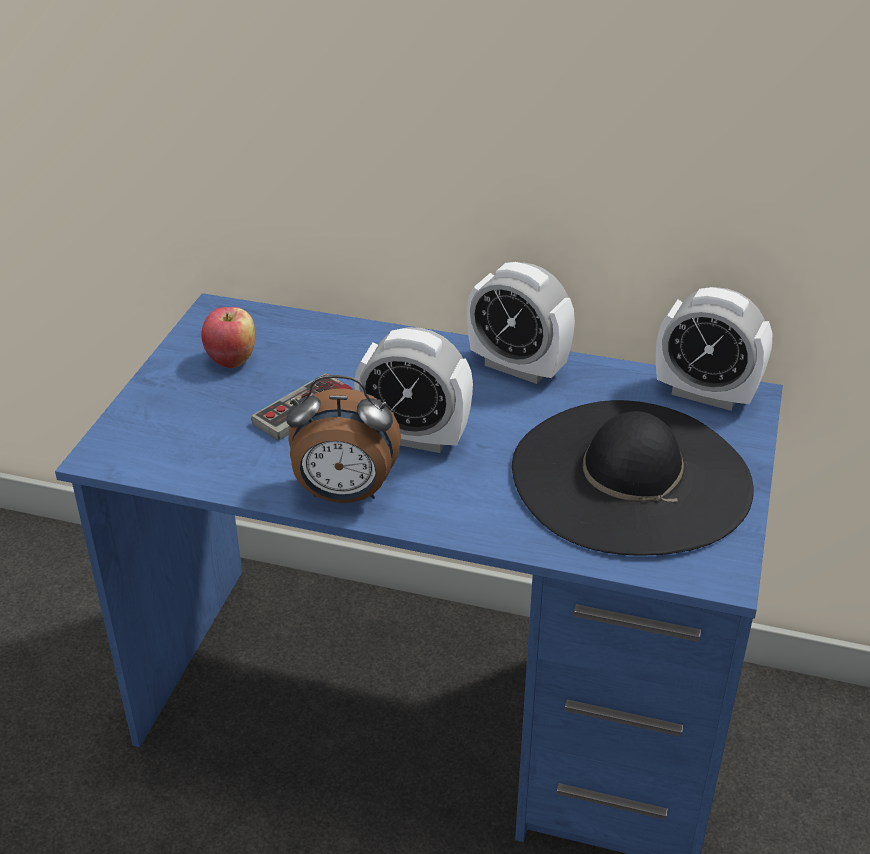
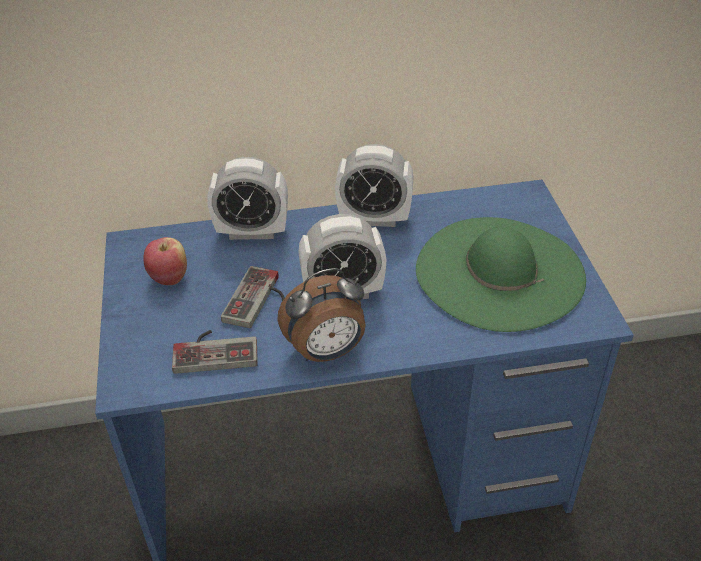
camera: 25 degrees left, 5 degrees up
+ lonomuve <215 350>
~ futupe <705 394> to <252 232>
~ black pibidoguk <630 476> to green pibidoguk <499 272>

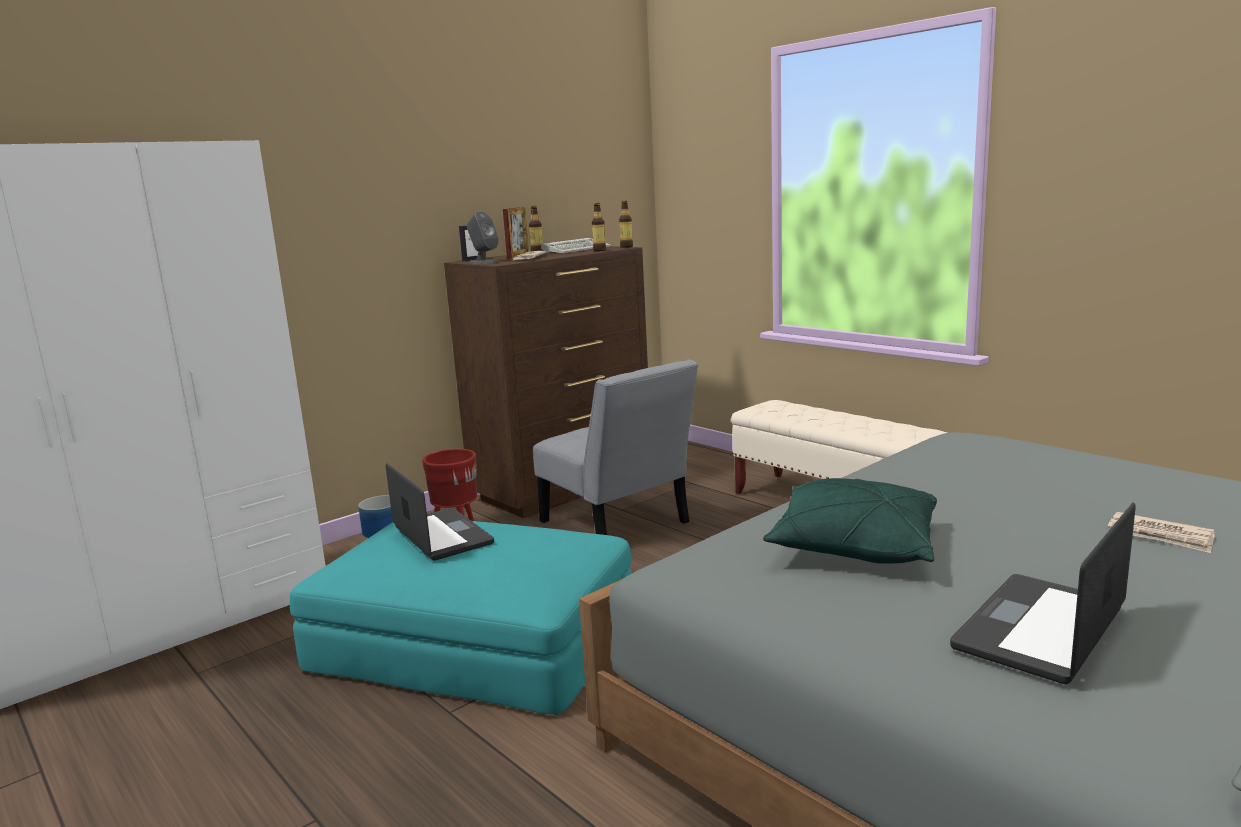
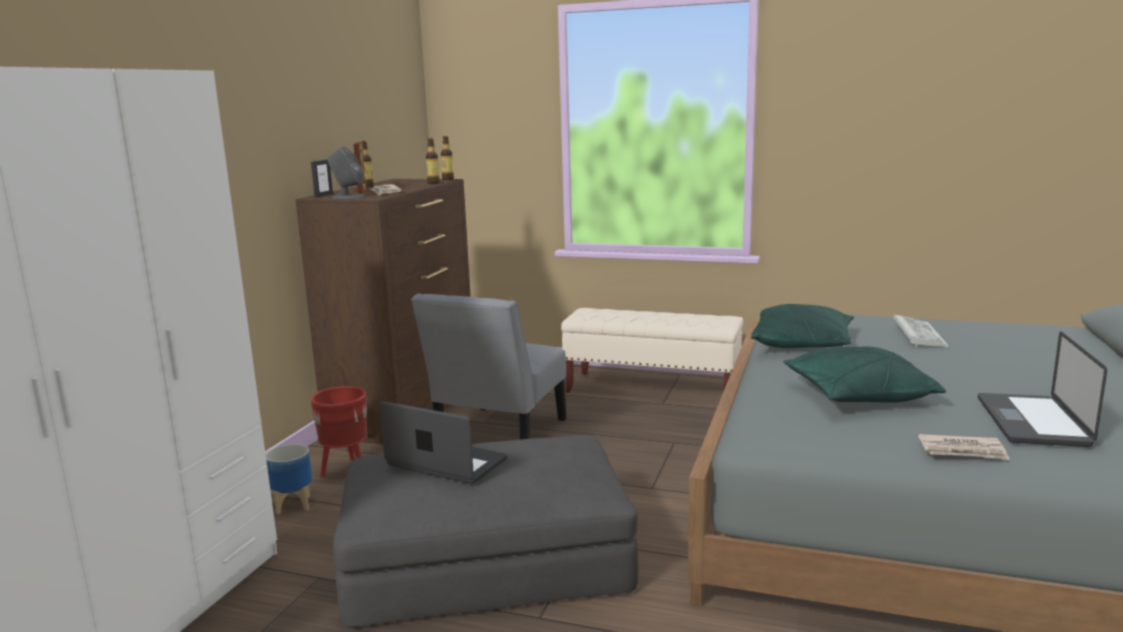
camera: 30 degrees left, 0 degrees up
~ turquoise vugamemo <473 641> to grey vugamemo <486 557>
~ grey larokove <618 525> = <497 435> 90 degrees clockwise
+ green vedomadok <802 344>
~ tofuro <576 249> to <917 334>
~ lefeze <1160 536> to <963 450>

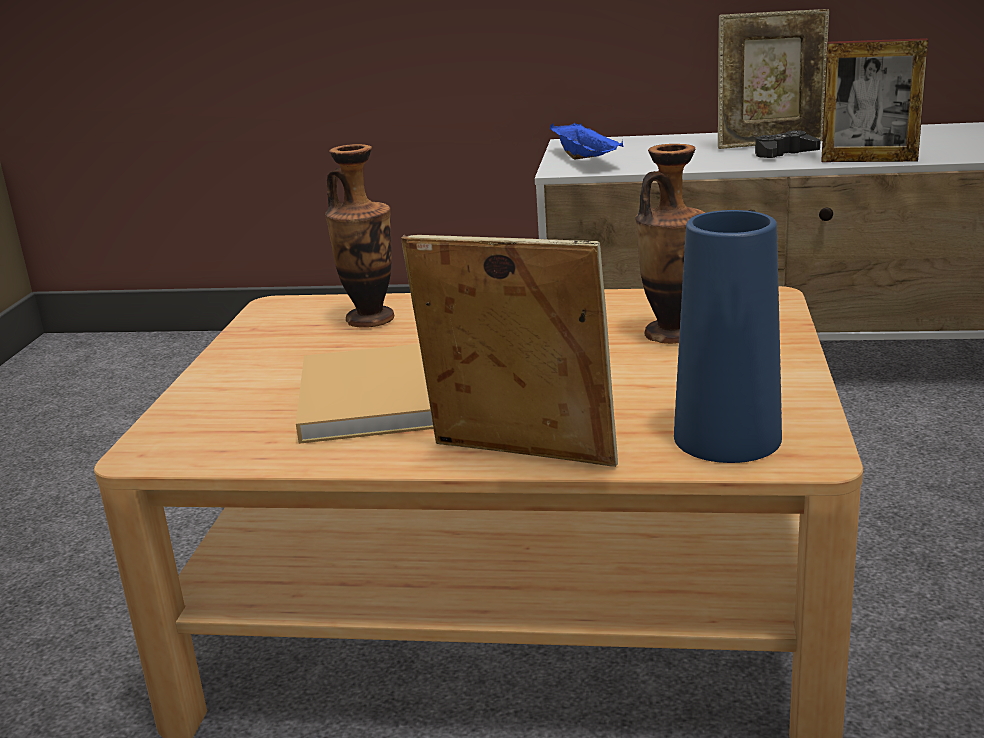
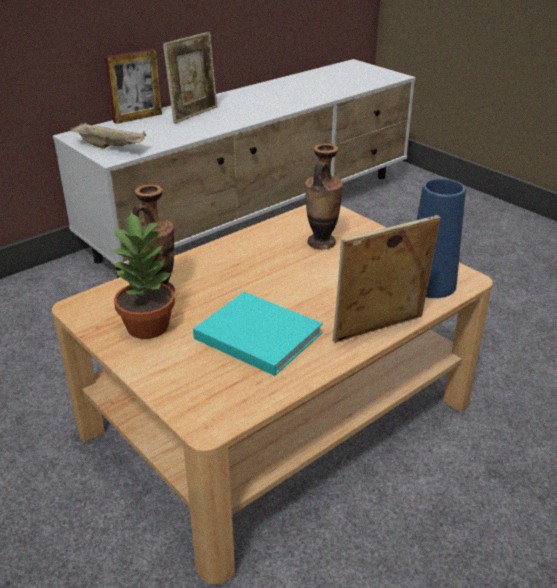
camera: 50 degrees left, 10 degrees up
~ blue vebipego <586 160> to beige vebipego <111 147>
~ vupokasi <869 160> to <137 118>
+ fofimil <149 326>
~ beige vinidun <371 396> to turquoise vinidun <255 334>
- black lonomuve <784 154>

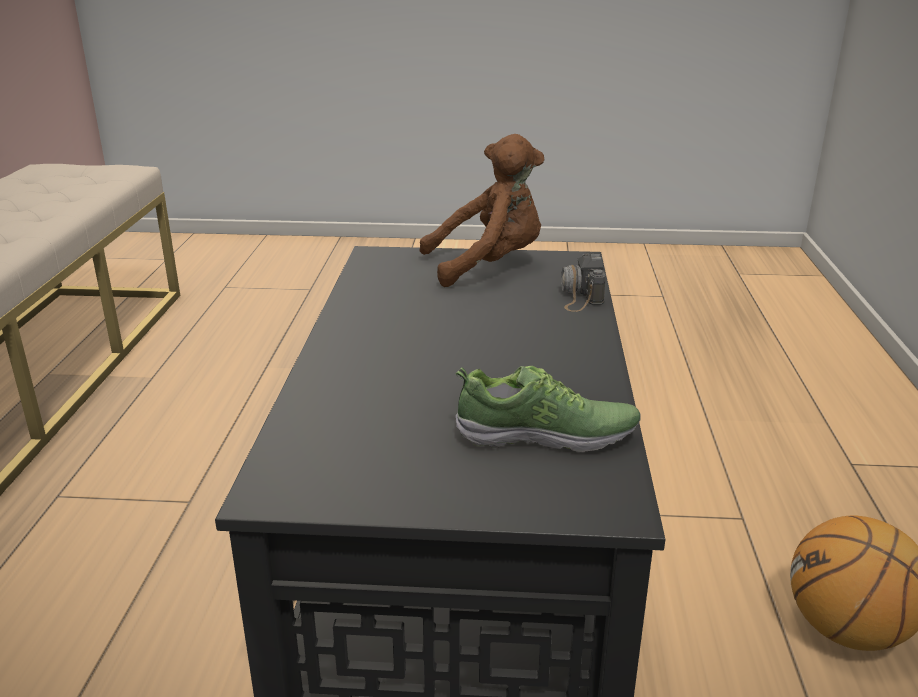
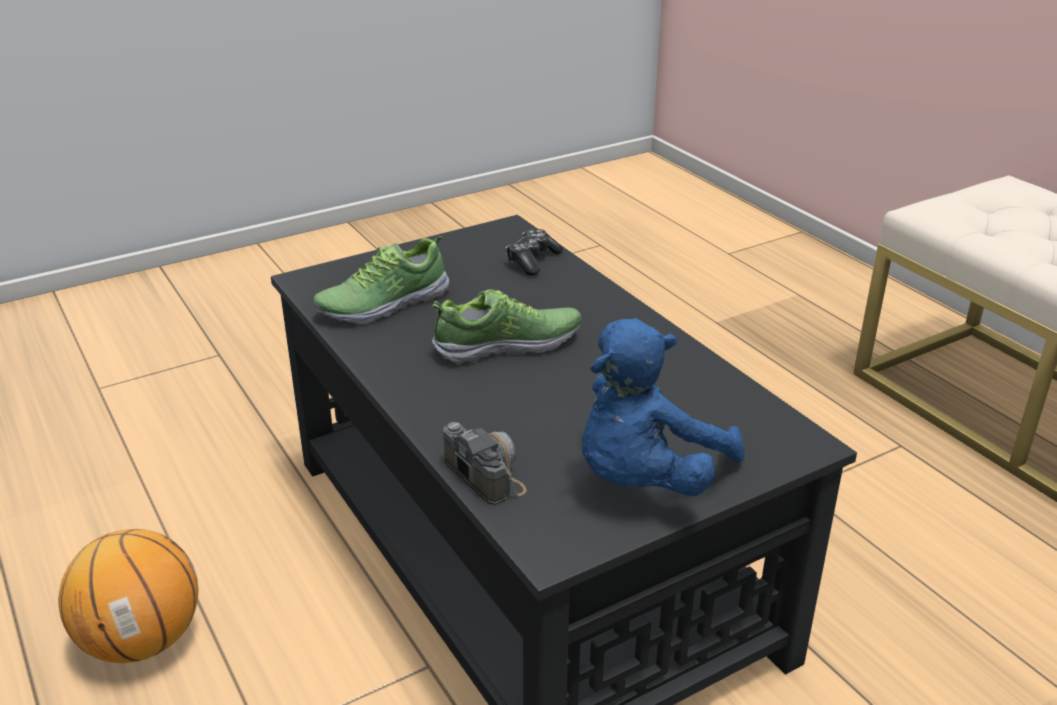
camera: 145 degrees right, 5 degrees up
+ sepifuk <508 345>
+ lonomuve <532 260>
~ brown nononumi <488 266> to blue nononumi <645 479>

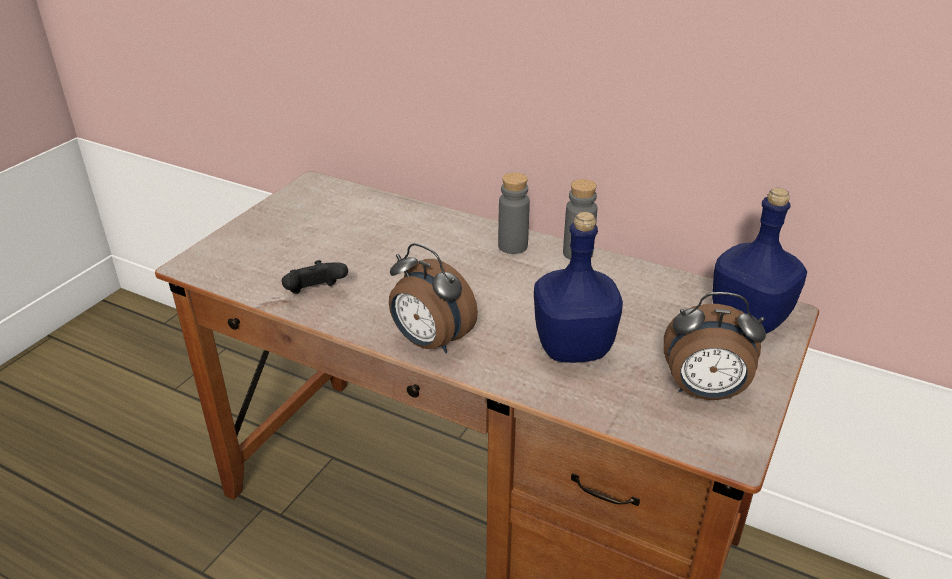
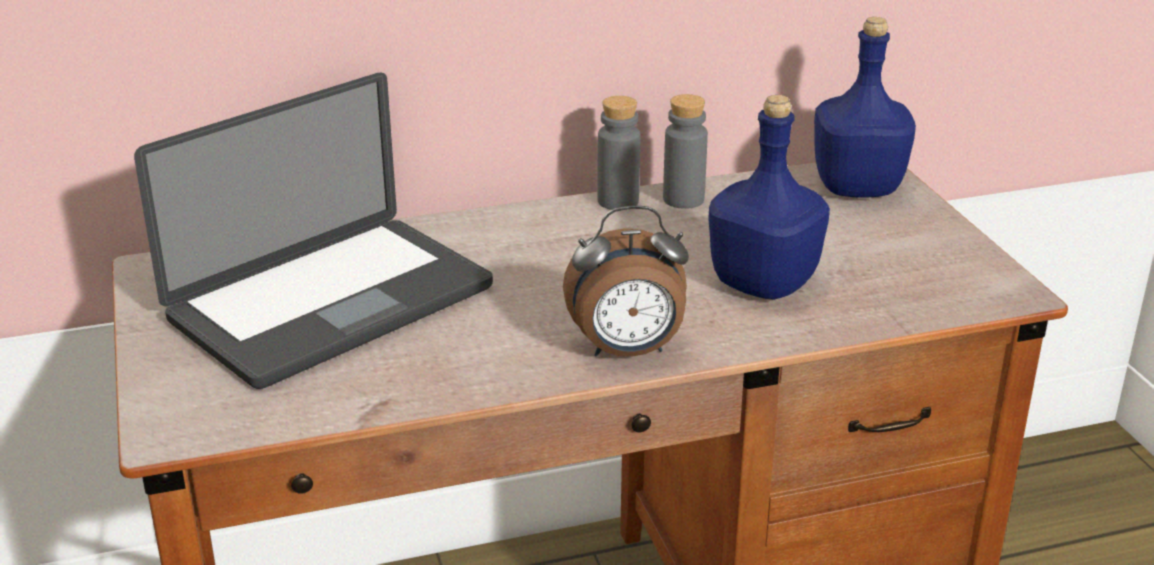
camera: 45 degrees left, 5 degrees down
+ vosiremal <332 304>
~ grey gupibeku <512 246> to <683 199>
- black lonomuve <315 294>
- futupe <704 392>

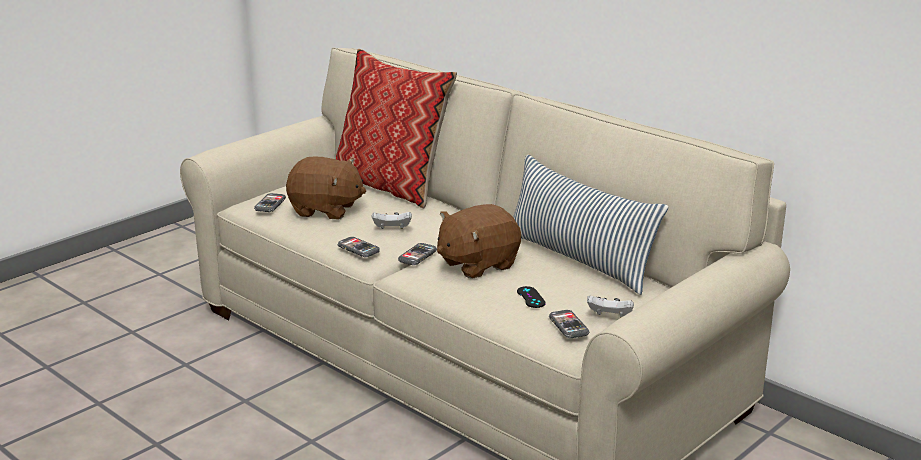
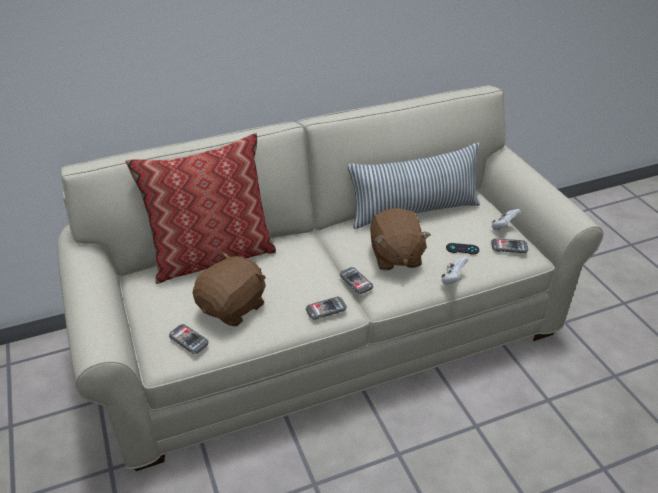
camera: 65 degrees left, 15 degrees up
~ white lonomuve <392 229> to <453 278>

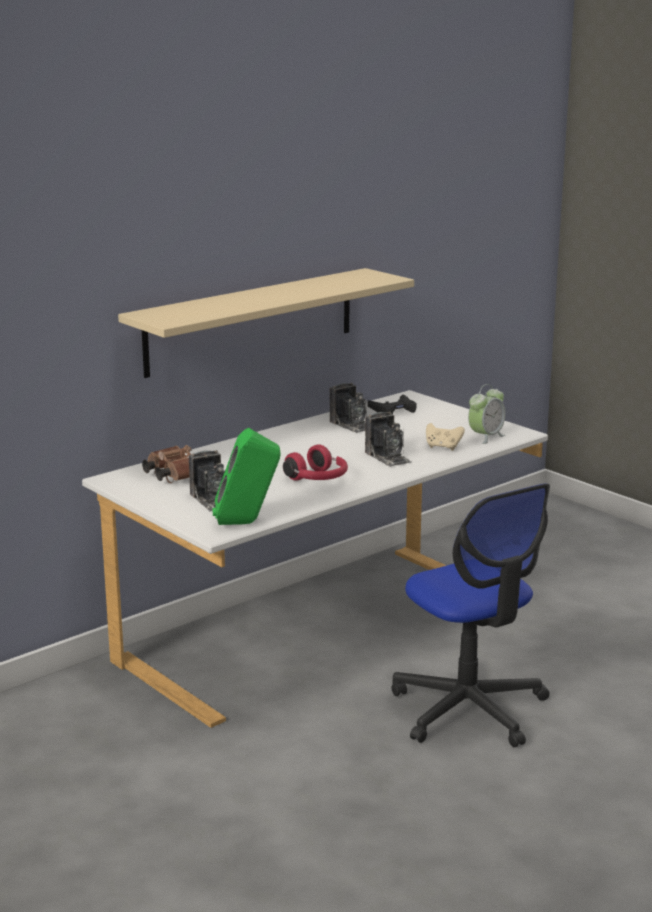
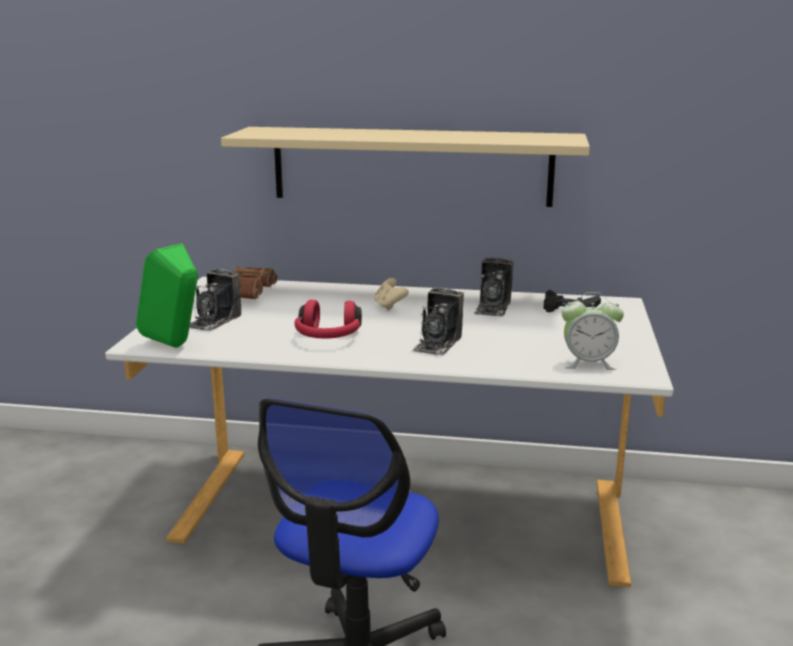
camera: 50 degrees right, 0 degrees up
~ beige lonomuve <443 447> to <389 306>

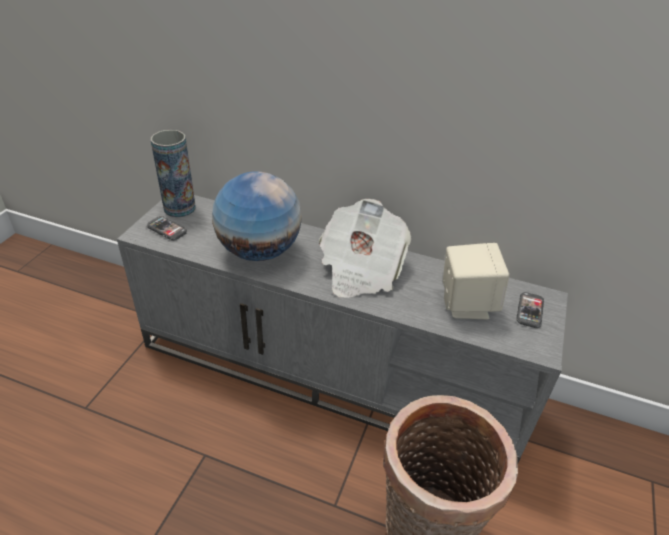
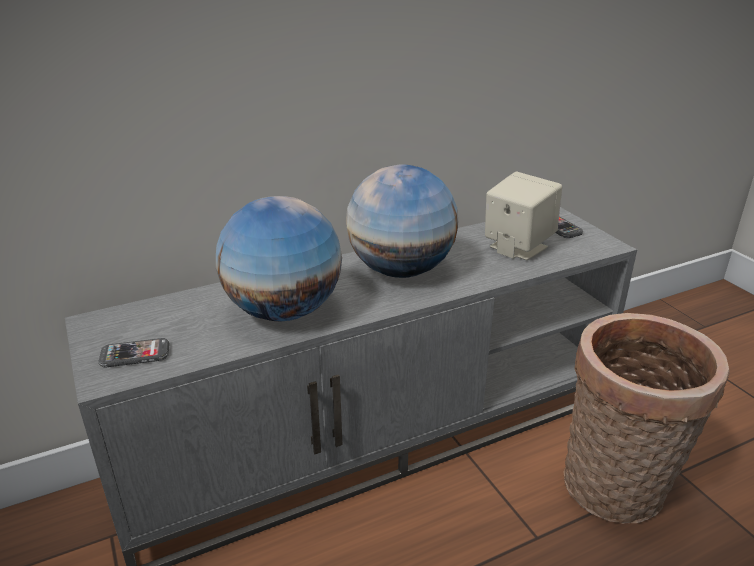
camera: 45 degrees left, 10 degrees down
~ lefeze <360 269> to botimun <401 270>
- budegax <179 208>

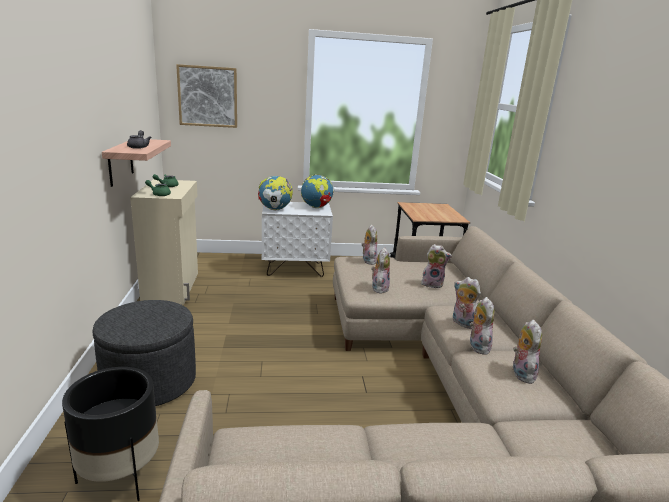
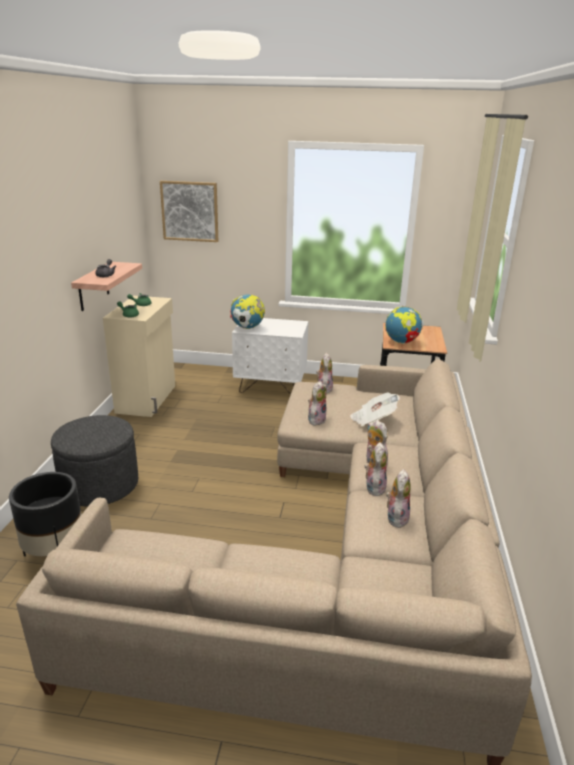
camera: 15 degrees right, 5 degrees up
~ nononumi <432 284> to lefeze <373 419>
~ botimun <316 207> to <402 342>

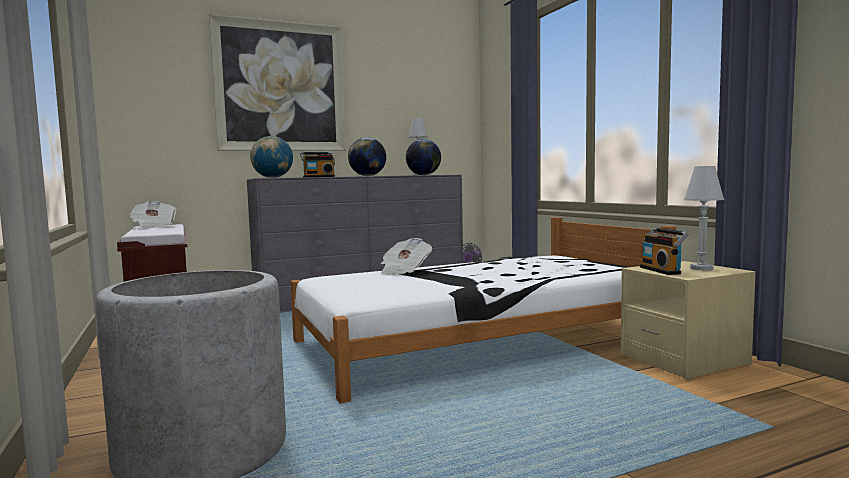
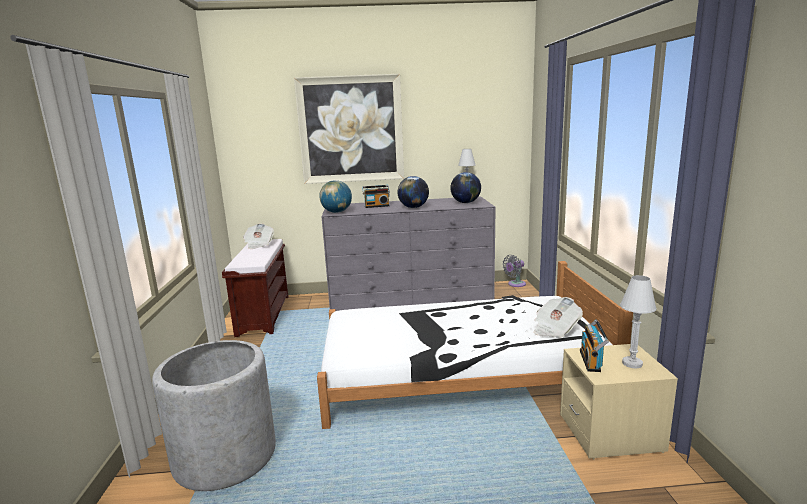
camera: 20 degrees right, 10 degrees up
~ lefeze <404 271> to <555 329>

